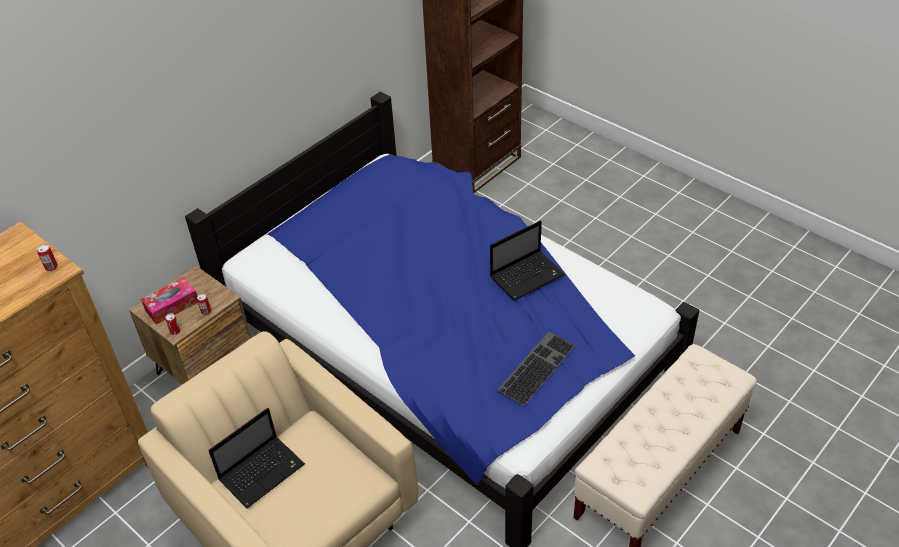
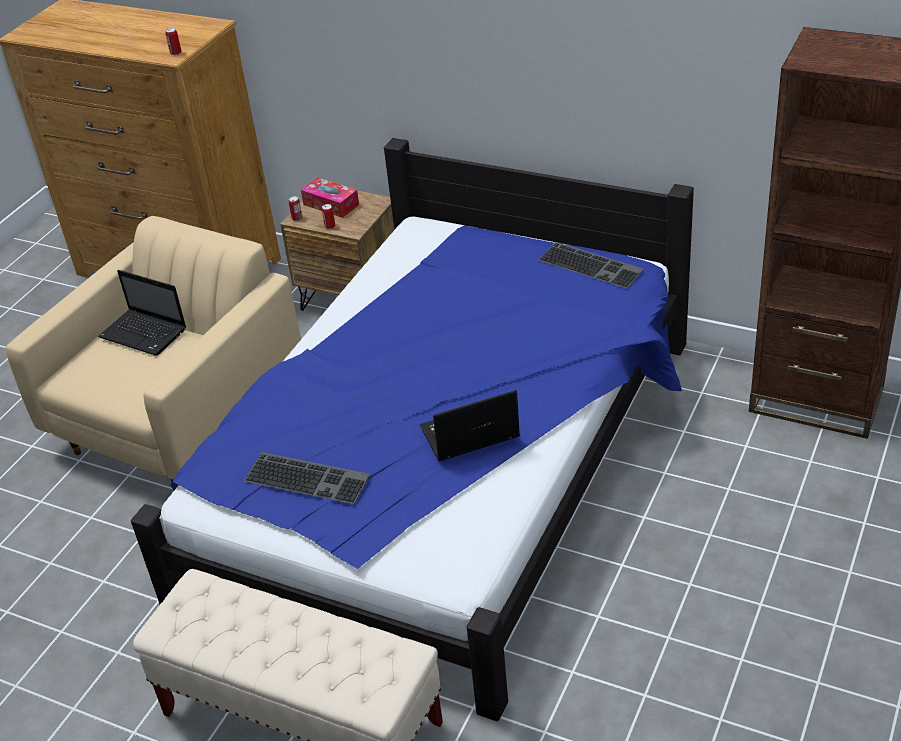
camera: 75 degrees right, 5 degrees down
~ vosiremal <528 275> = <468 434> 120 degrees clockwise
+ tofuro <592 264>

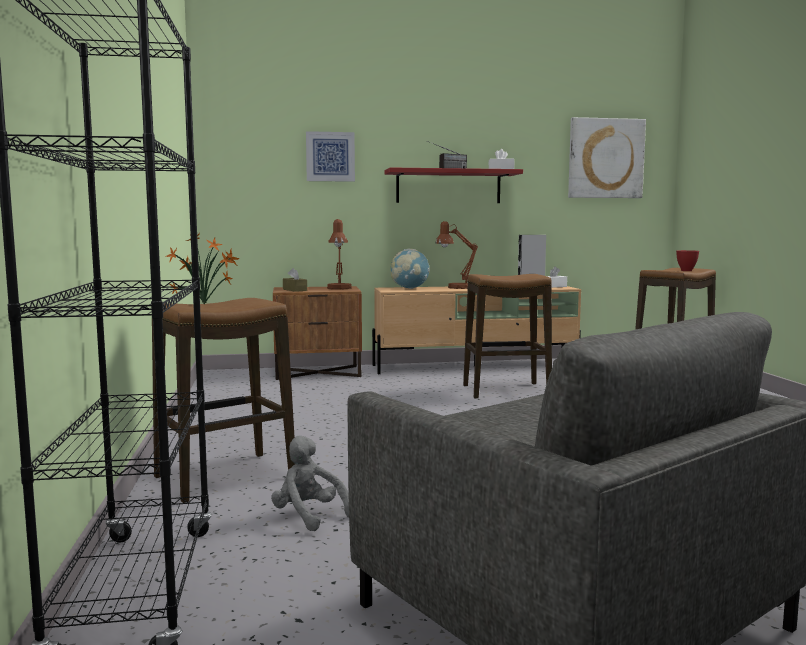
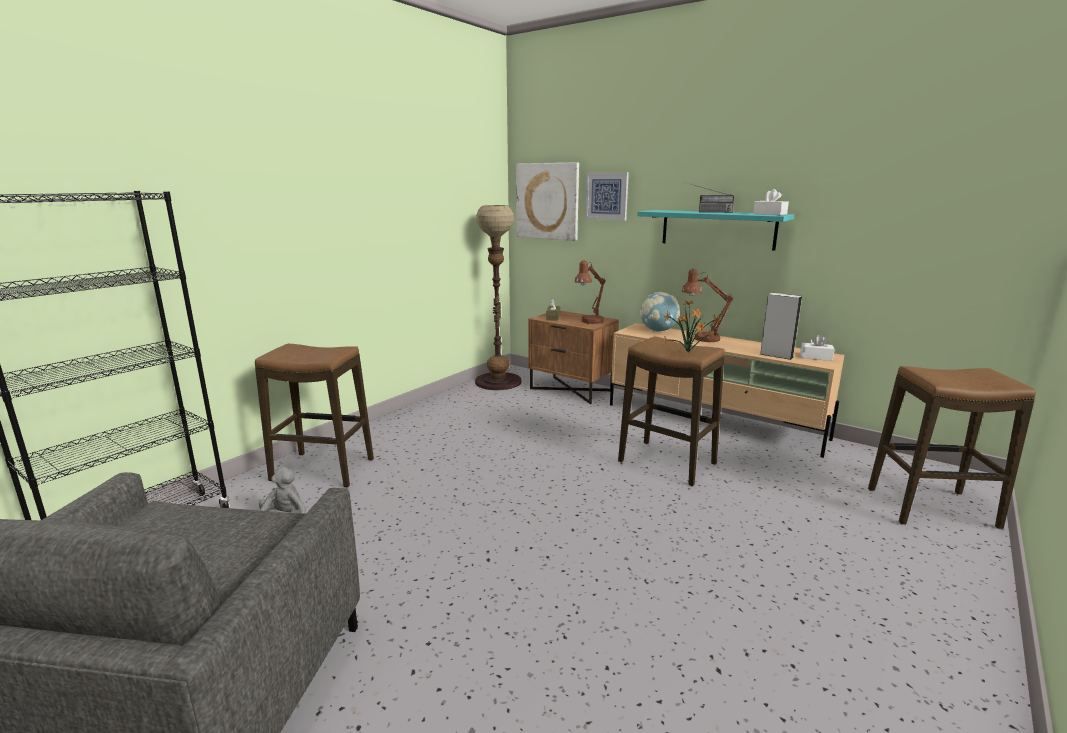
camera: 45 degrees right, 10 degrees up
+ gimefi <498 382>
~ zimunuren <605 158> to <547 201>
~ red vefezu <448 187> to turquoise vefezu <717 229>
~ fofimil <206 304> to <689 353>
- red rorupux <686 270>

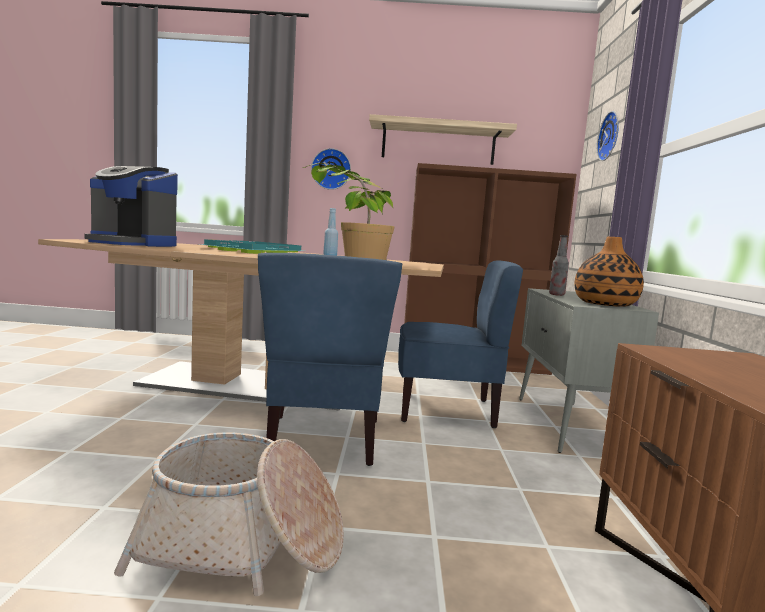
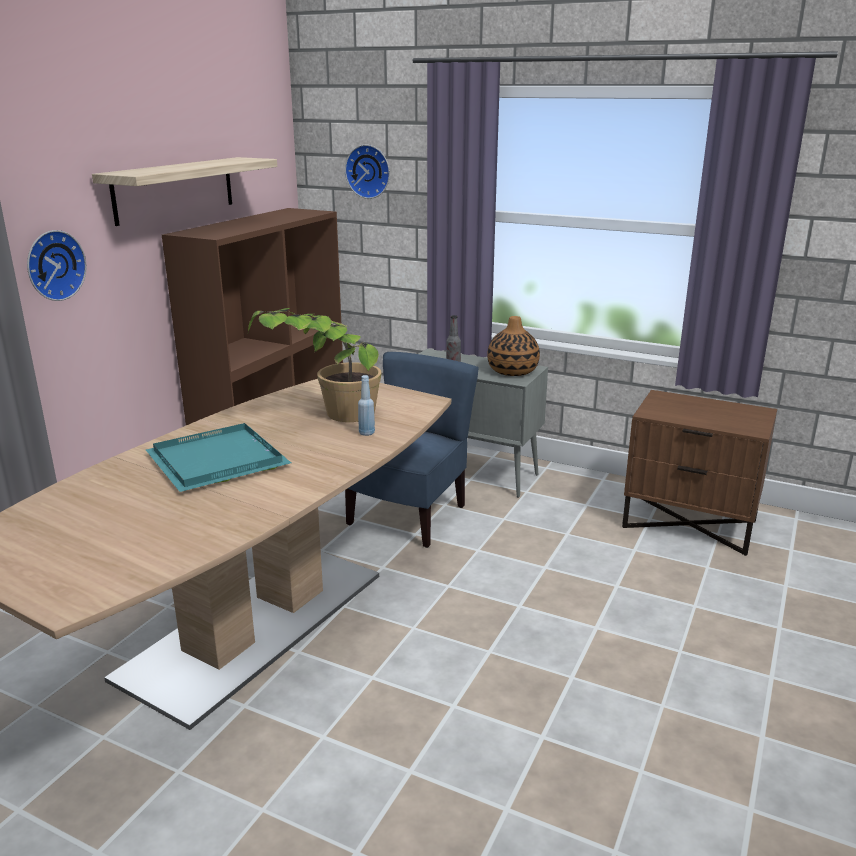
camera: 65 degrees left, 15 degrees up
- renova <132 244>
- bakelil <243 544>
- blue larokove <323 440>

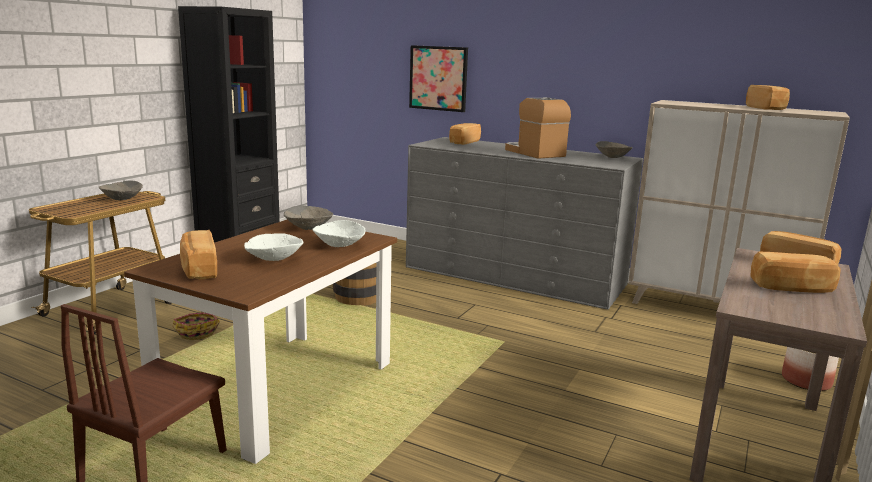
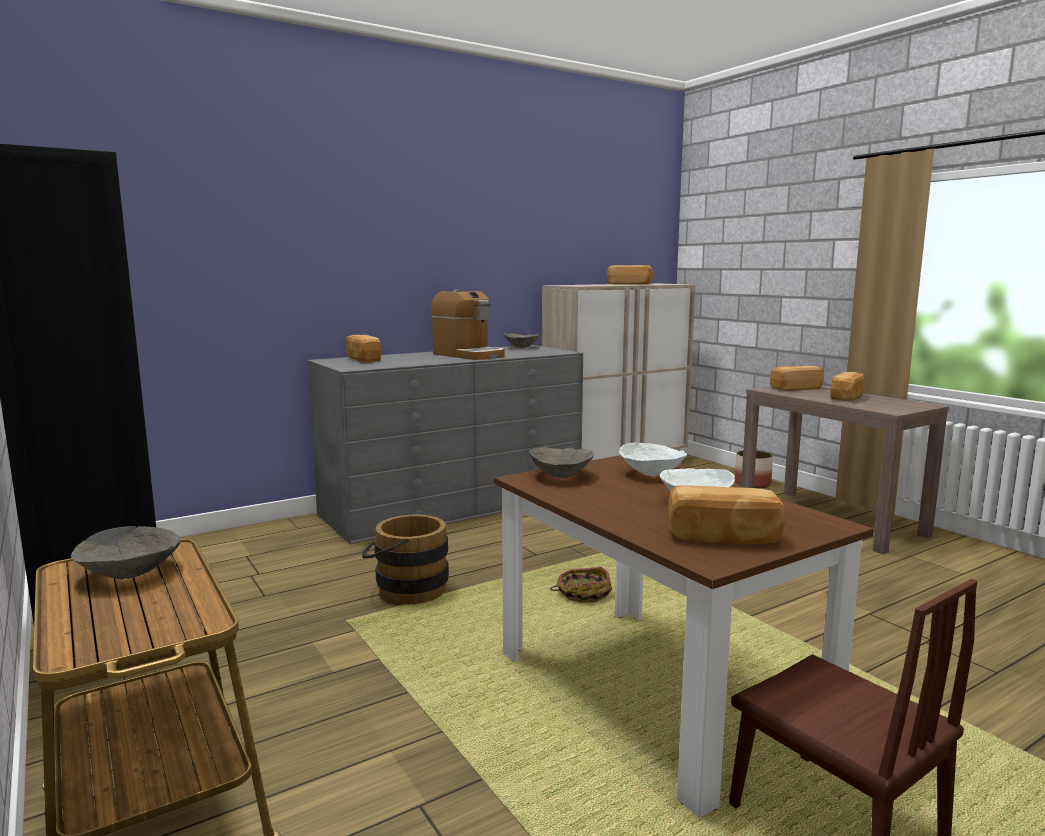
camera: 60 degrees left, 5 degrees down
~ renova <534 153> = <468 355> 135 degrees counterclockwise
~ bakelil <197 332> to <583 594>
- zimunuren <438 78>

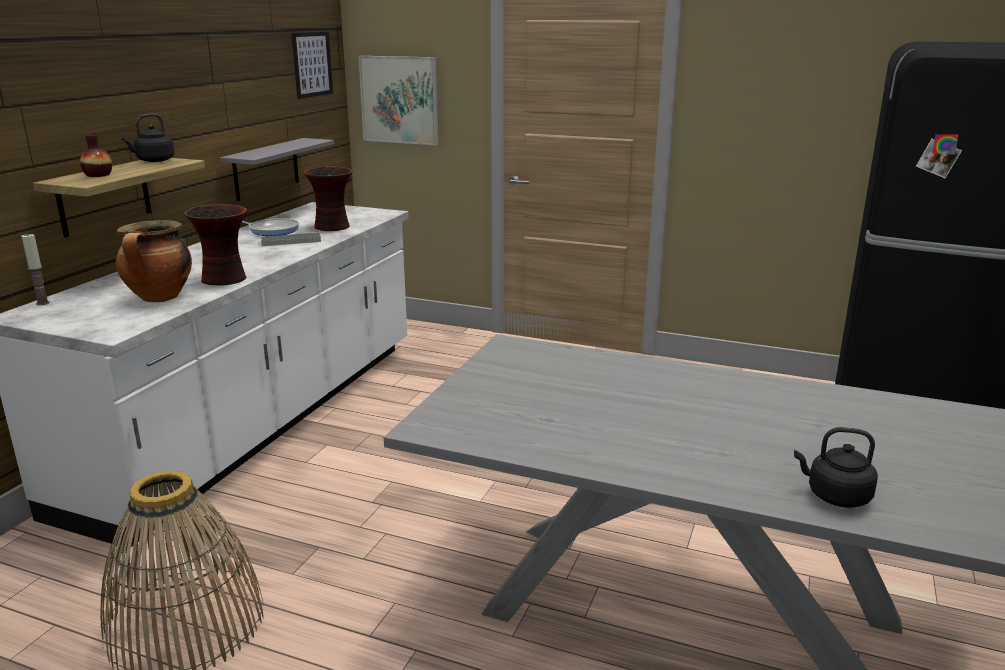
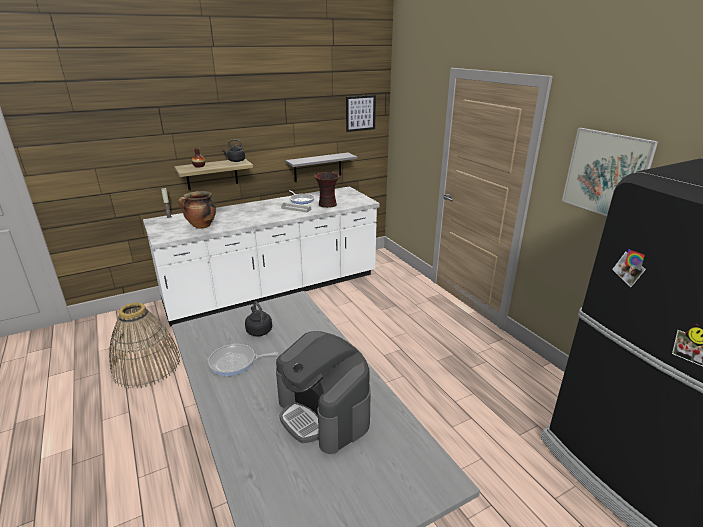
camera: 40 degrees right, 5 degrees up
+ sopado <235 362>
~ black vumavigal <835 496> to <258 330>
+ renova <324 413>
~ zimunuren <399 100> to <606 174>
- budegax <225 279>

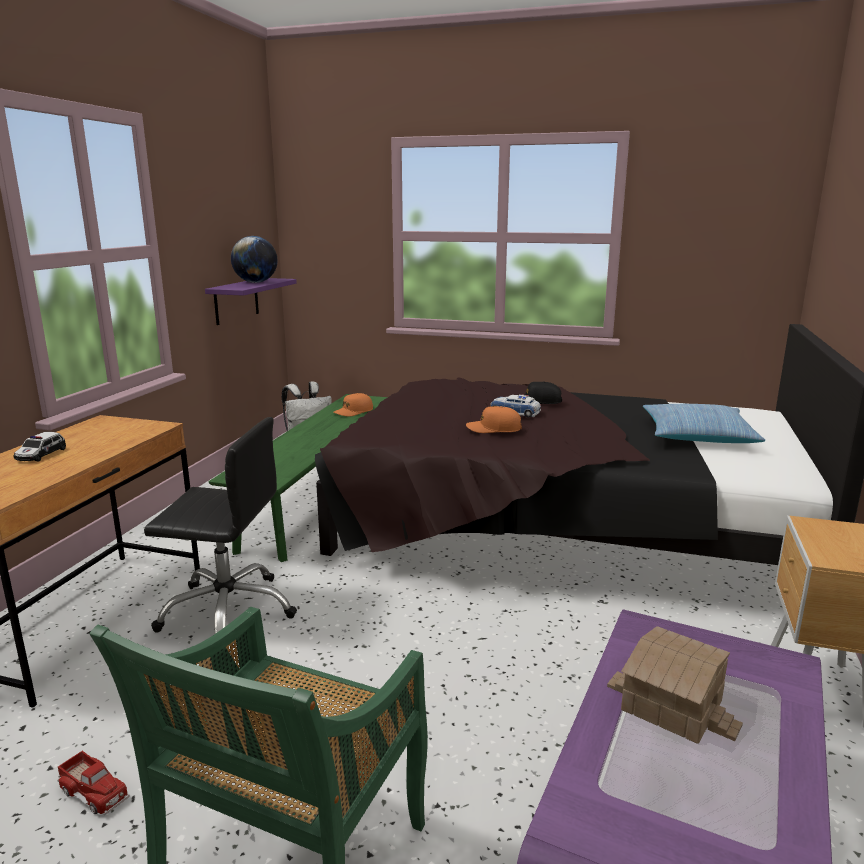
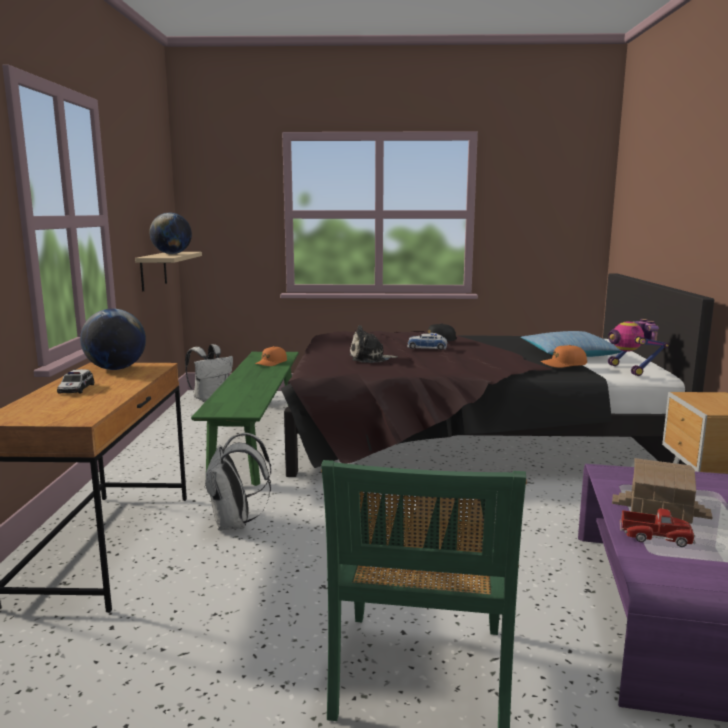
camera: 15 degrees left, 5 degrees down
+ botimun <116 369>
~ purple vefezu <236 301> to beige vefezu <153 271>
~ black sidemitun <228 611> to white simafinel <235 524>
+ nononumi <370 359>
~ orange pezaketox <494 429> to <563 364>
+ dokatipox <631 370>
~ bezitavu <94 791> to <655 537>

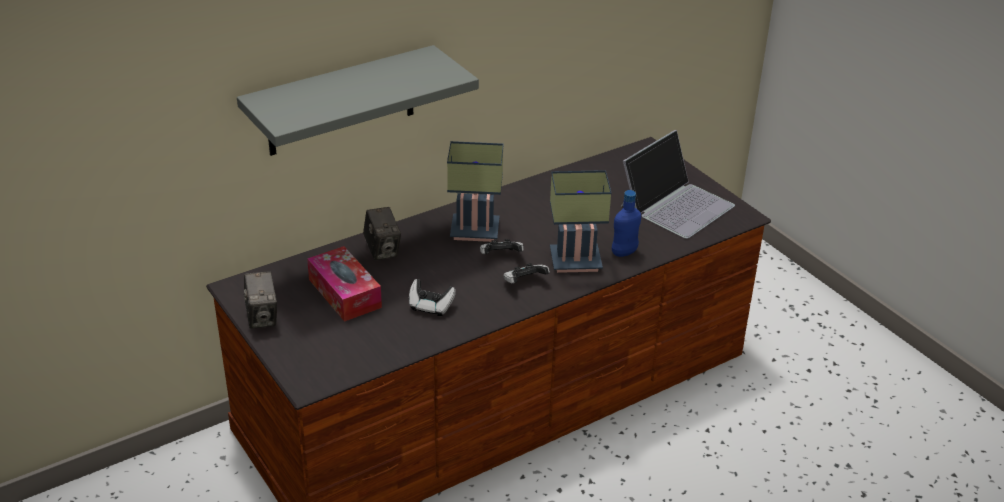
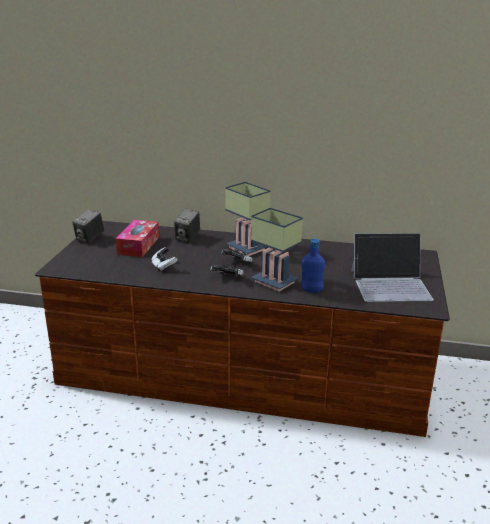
camera: 45 degrees right, 10 degrees down
- grey vefezu <341 102>

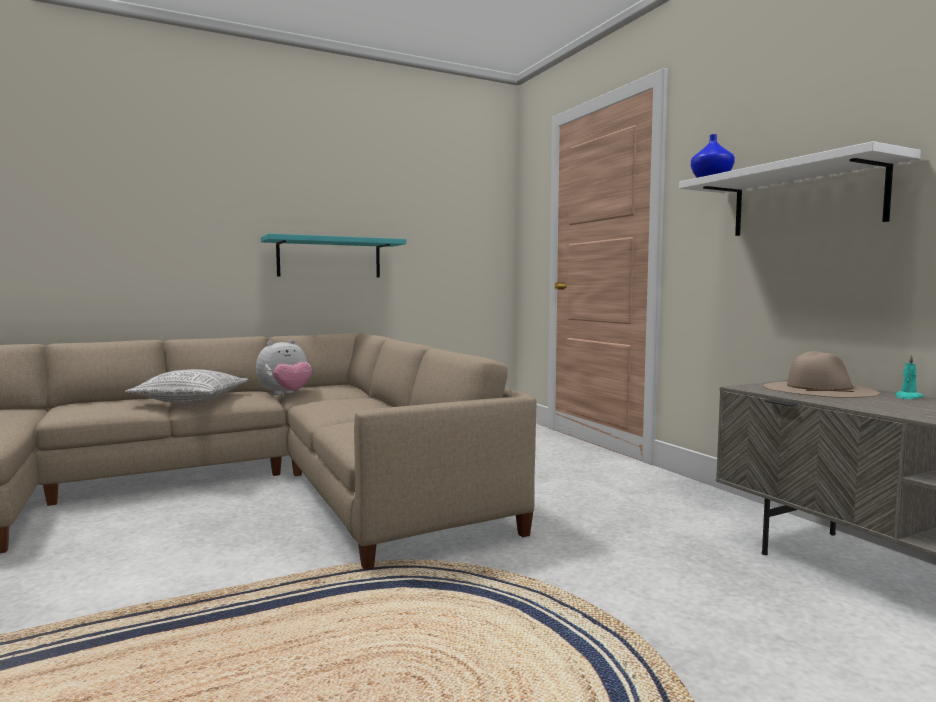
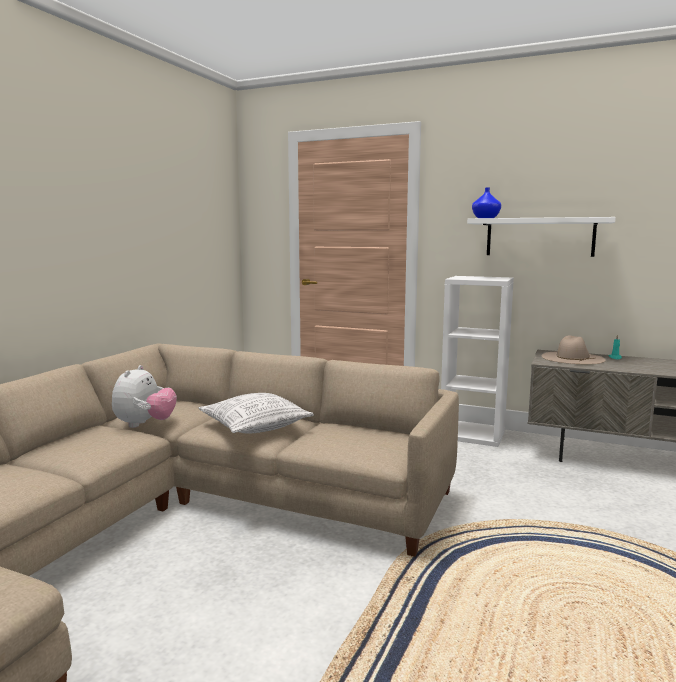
camera: 40 degrees left, 5 degrees up
~ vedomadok <192 400> to <255 426>
+ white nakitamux <473 434>
- turquoise vefezu <329 258>

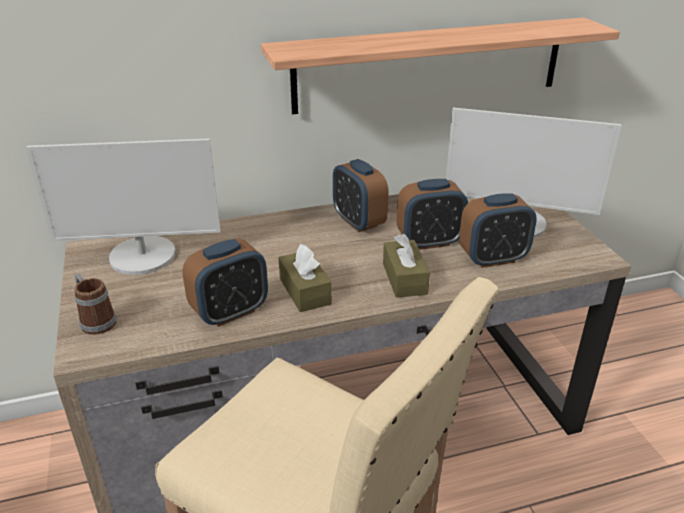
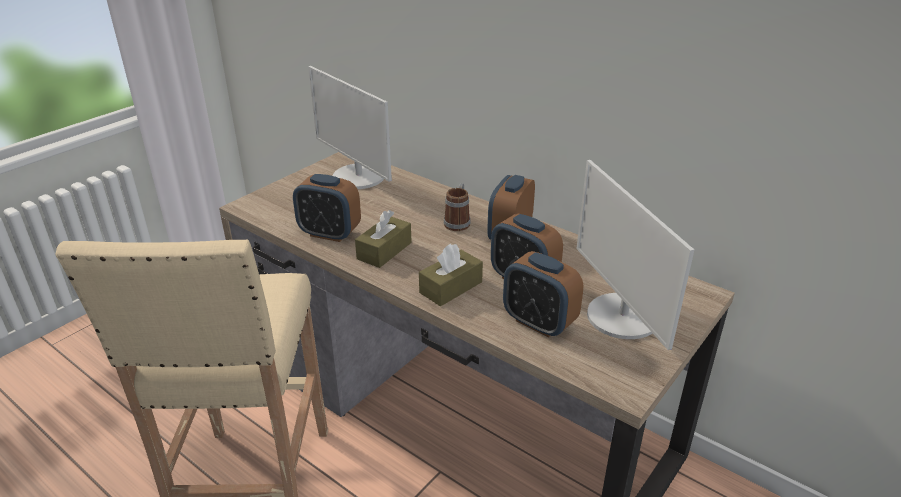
camera: 55 degrees right, 0 degrees up
~ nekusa <95 320> to <458 221>
- vefezu <430 65>

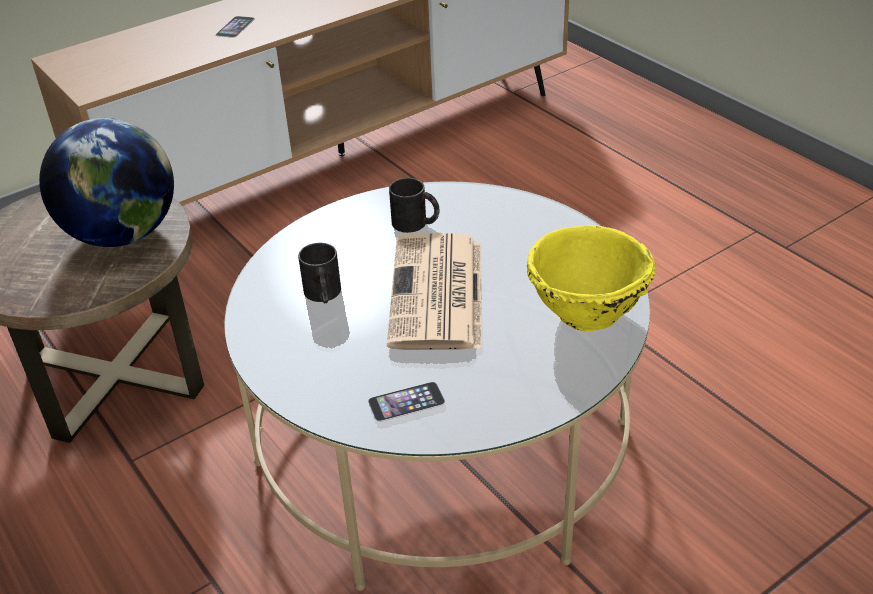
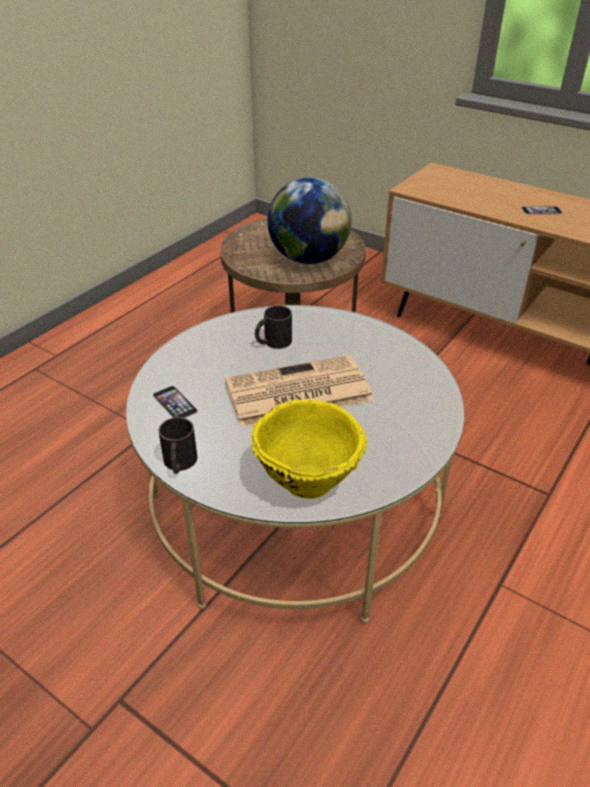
camera: 70 degrees right, 0 degrees up
~ black nekusa <416 223> to <179 464>

